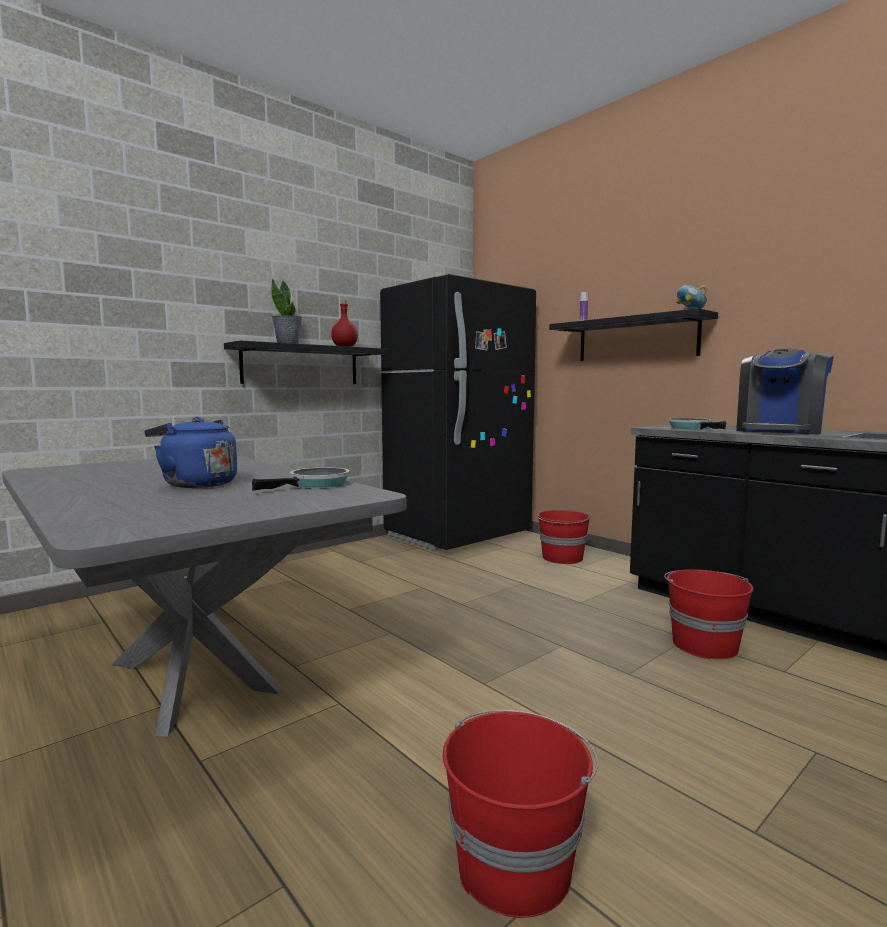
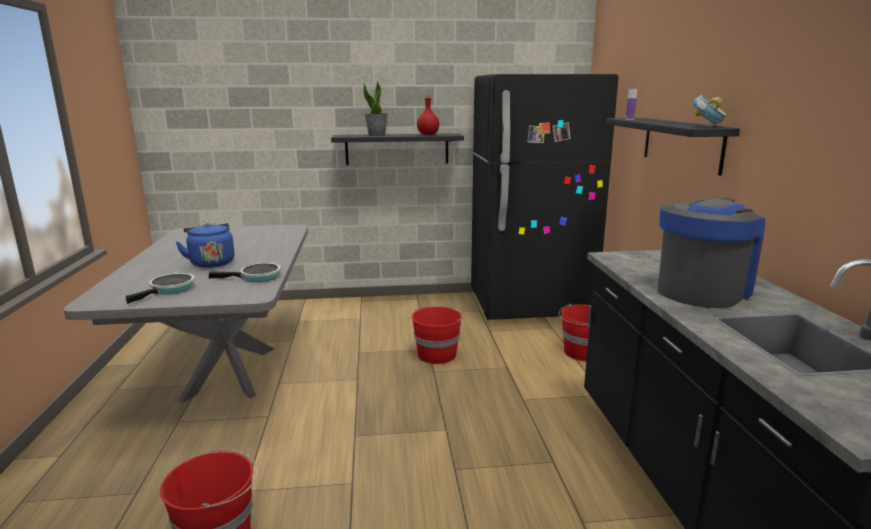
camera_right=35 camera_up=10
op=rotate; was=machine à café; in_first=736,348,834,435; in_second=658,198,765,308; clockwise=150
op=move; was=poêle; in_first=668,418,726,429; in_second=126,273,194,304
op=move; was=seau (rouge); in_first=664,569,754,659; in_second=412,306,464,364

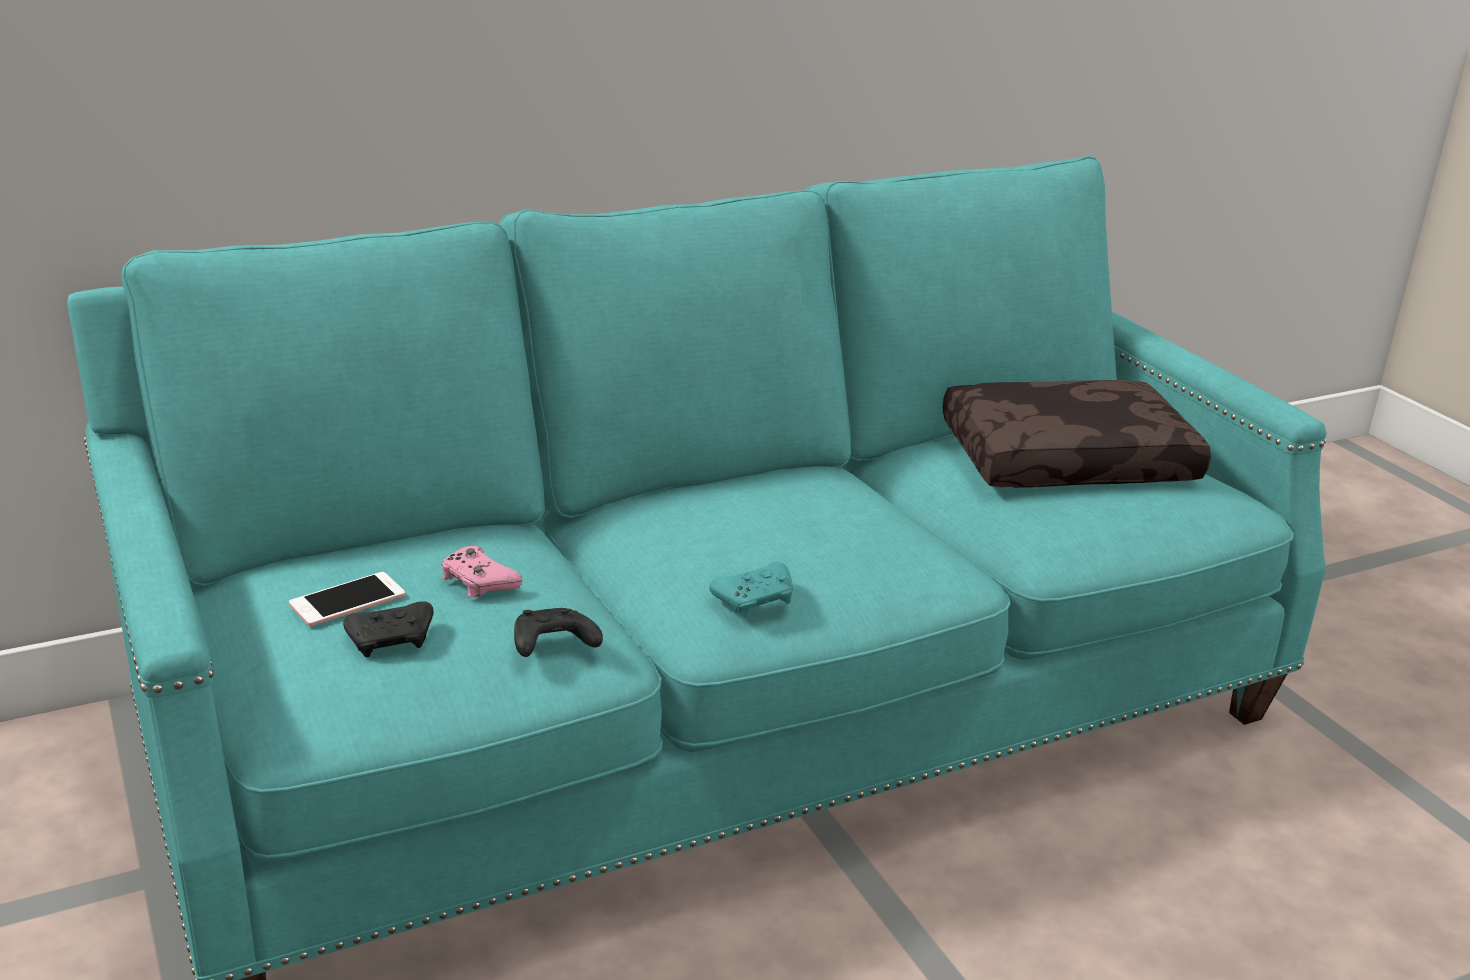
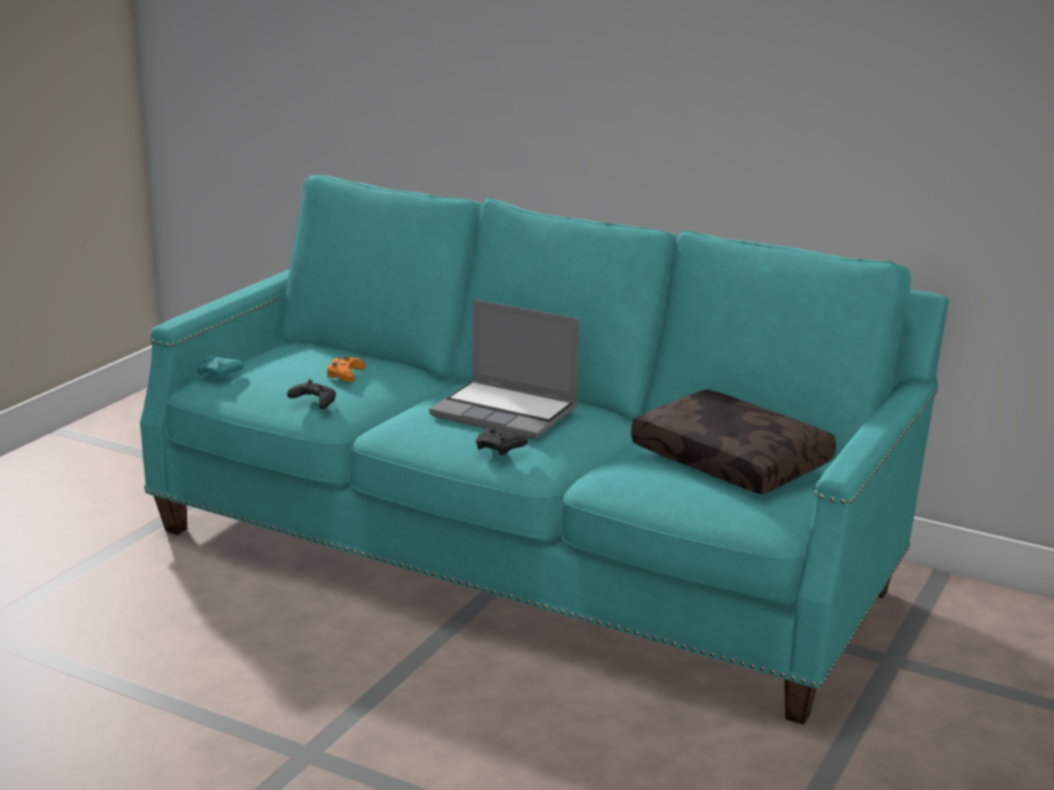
camera_right=55 camera_up=-5
op=recolor; was=manette (rose); now=manette (orange); in_first=441,546,522,597; in_second=327,356,366,382
op=move; was=manette (turquoise); in_first=709,561,793,617; in_second=197,355,244,379
op=delete; was=téléphone; in_first=289,572,405,626
op=move; was=manette (noir); in_first=343,601,433,658; in_second=476,428,528,455
op=insert; now=ordinateur portable; in_second=429,299,580,439

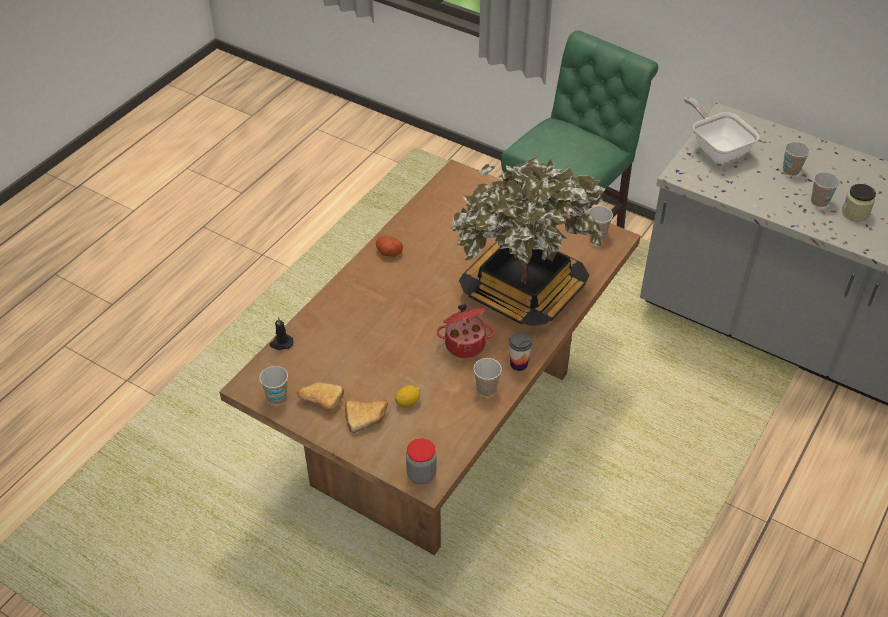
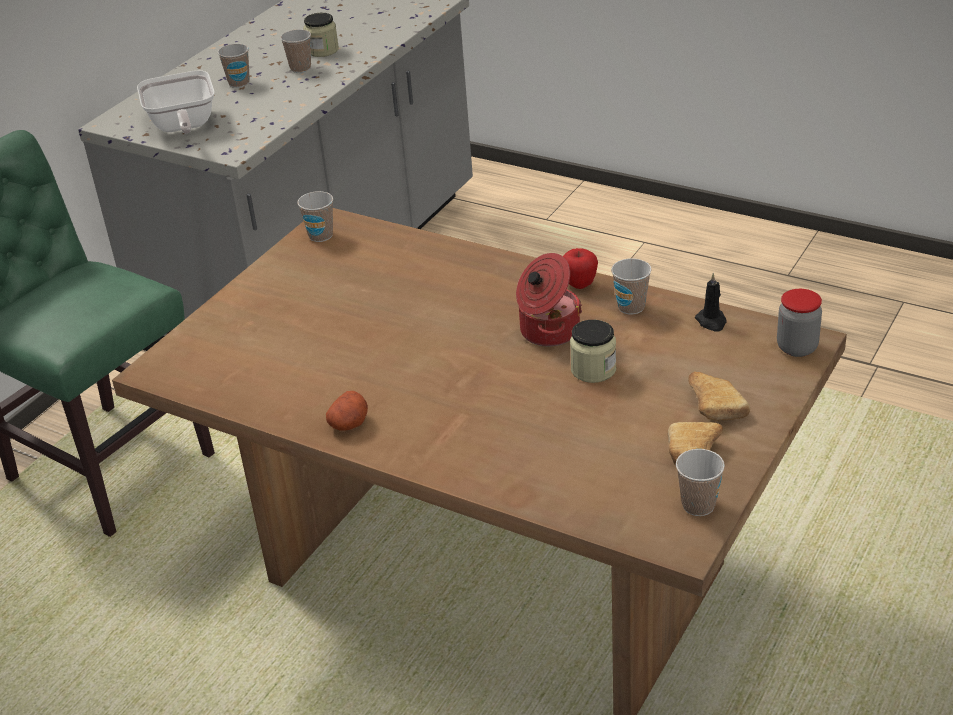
camera_right=-90 camera_up=-10
op=rotate; was=poêle; in_first=684,97,759,163; in_second=137,70,215,134; clockwise=-75
op=delete; was=plante en pot; in_first=452,157,606,326
op=move; was=bougie (noir); in_first=270,317,293,350; in_second=695,273,727,332
op=replace; was=tasse; now=pomme; in_first=509,332,533,371; in_second=563,248,598,289
op=delete; was=citron; in_first=395,385,420,407
op=insert; now=bocal; in_second=570,320,616,383

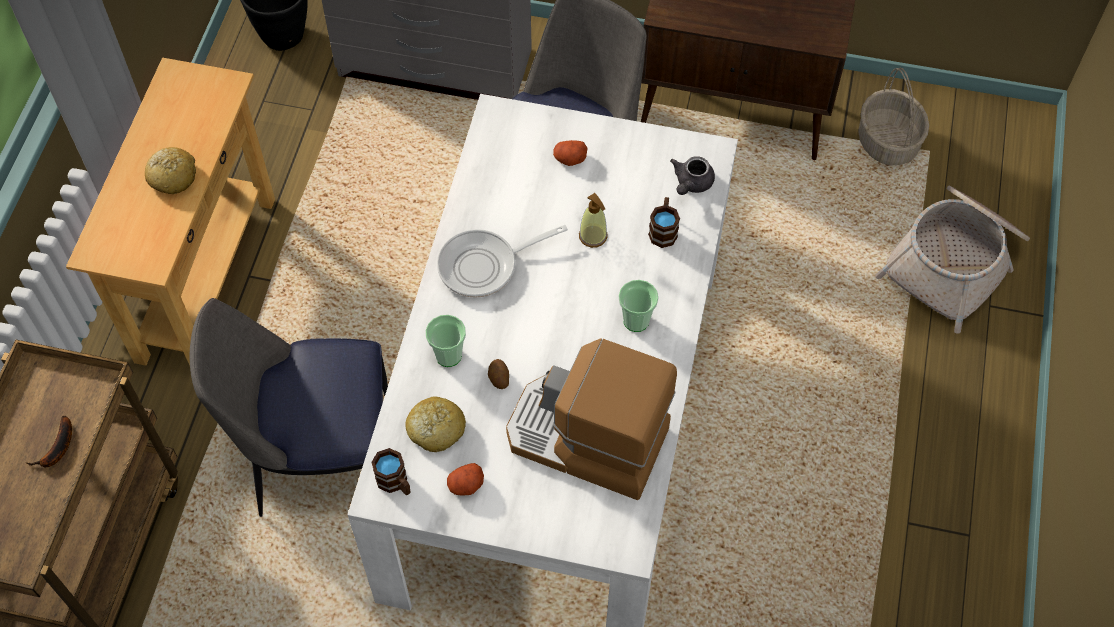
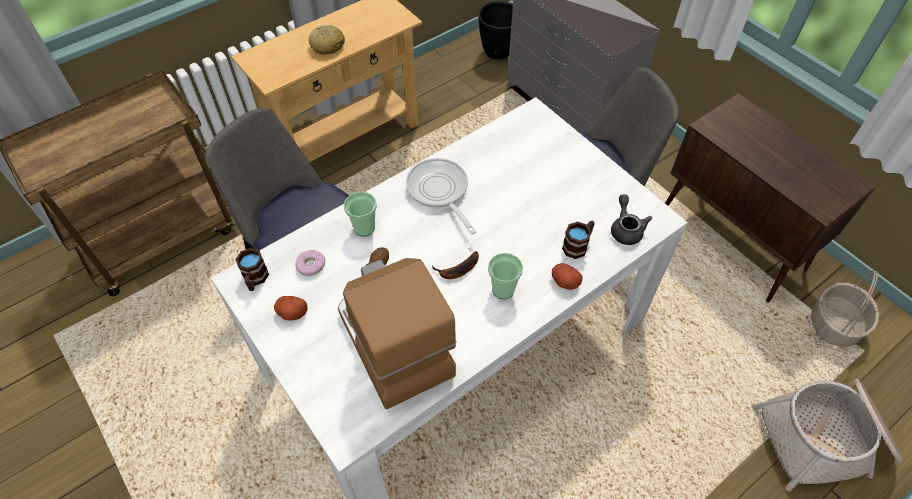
camera_right=40 camera_up=-5
op=move; was=pomme de terre; in_first=553,140,588,166; in_second=552,263,583,290
op=rotate; was=théière (gris); in_first=670,156,715,195; in_second=611,194,652,245; clockwise=105
op=delete; was=distributeur de savon; in_first=579,193,608,248
op=rotate; was=poêle; in_first=437,225,568,298; in_second=406,158,476,235; clockwise=45
op=replace; was=pain; now=beignet; in_first=405,396,466,452; in_second=295,250,325,276
op=move; was=banane; in_first=27,416,72,467; in_second=432,251,479,279

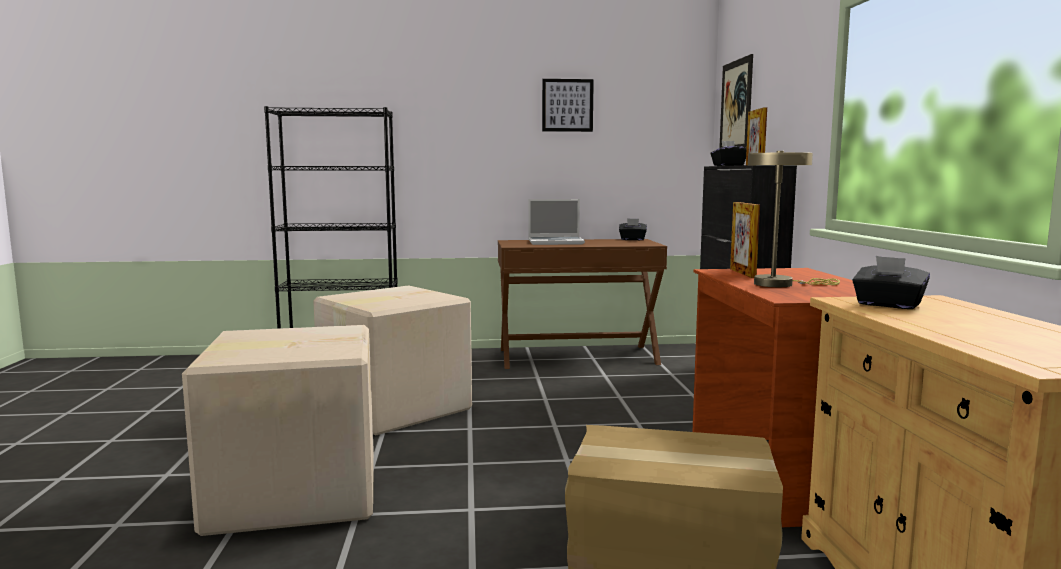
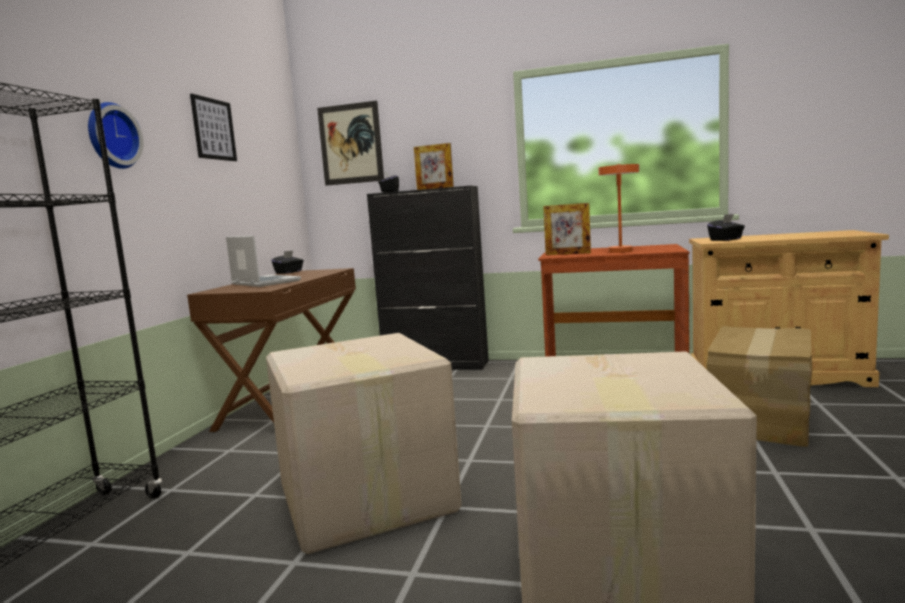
camera_right=-70 camera_up=0
op=recolor; was=lampe de table (beige); now=lampe de table (orange); in_first=748,151,840,287; in_second=598,164,639,253
op=rotate; was=ordinateur portable; in_first=528,199,585,245; in_second=226,236,301,287; clockwise=-60
op=insert; now=horloge murale; in_second=88,102,143,169

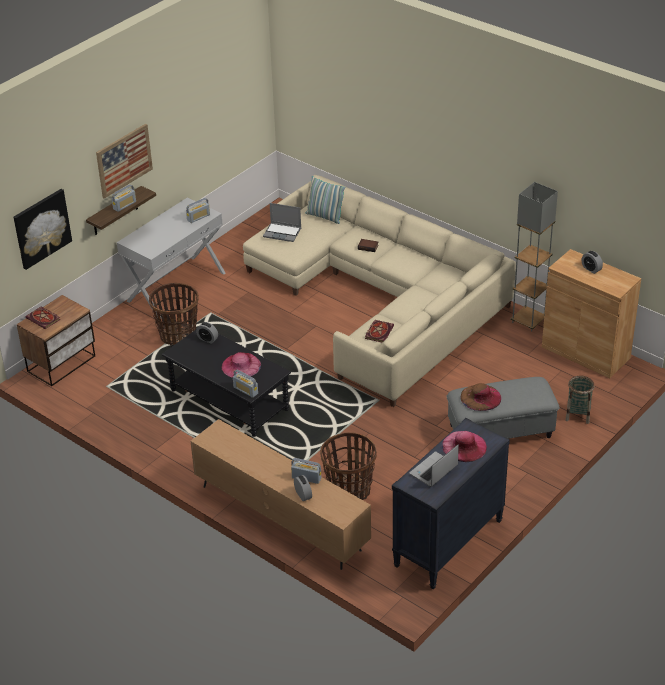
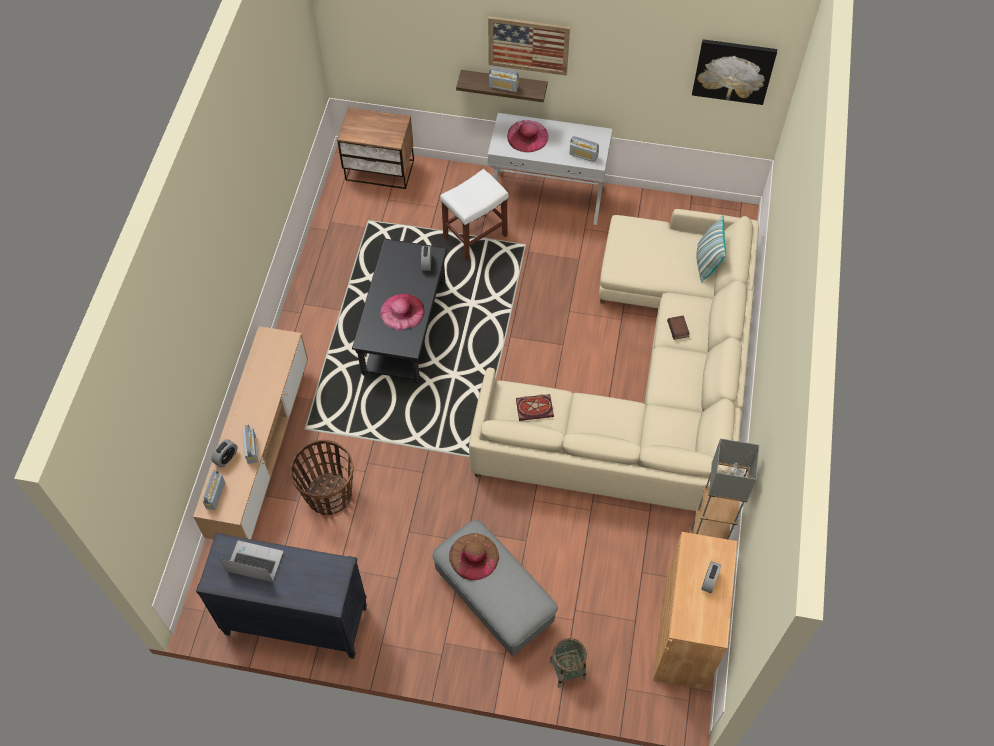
camera_right=60 camera_up=20
op=move; was=tableau; in_first=14,189,72,270; in_second=692,39,777,105
op=delete; was=ordinateur portable; in_first=263,203,301,242
op=replace; was=panier; now=tabouret (blanc); in_first=149,283,199,345; in_second=440,169,509,261
op=delete; was=livre; in_first=26,307,60,329
op=move; was=radio; in_first=233,369,258,398; in_second=202,470,225,510
op=move; was=chapeau (rose); in_first=442,431,487,462; in_second=507,120,549,152

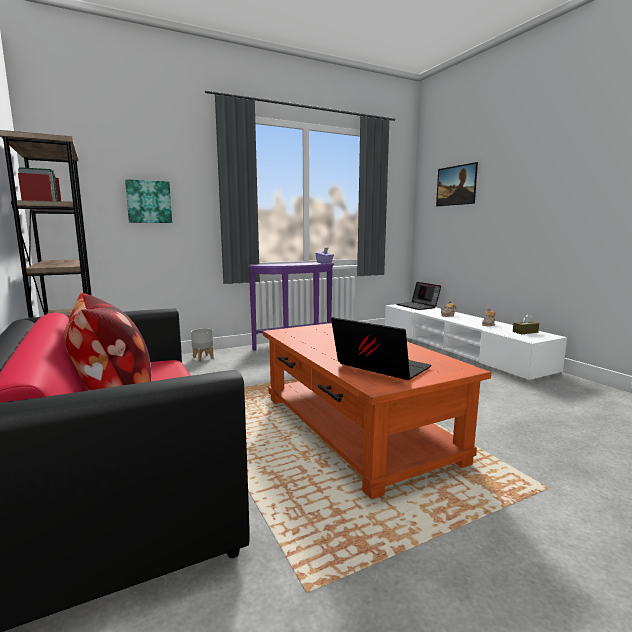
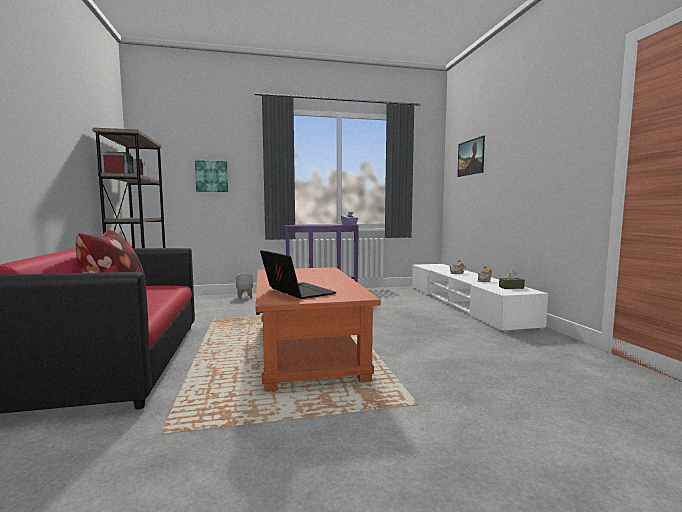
camera_right=15 camera_up=-5
op=delete; was=ordinateur portable; in_first=396,282,441,310

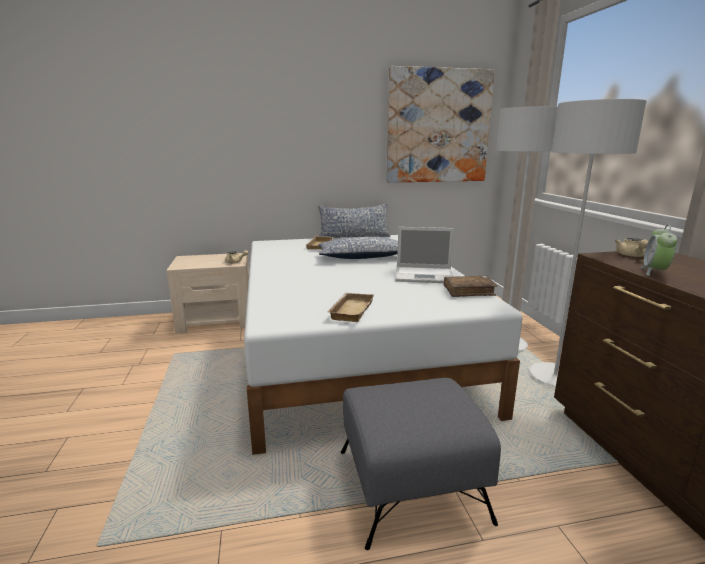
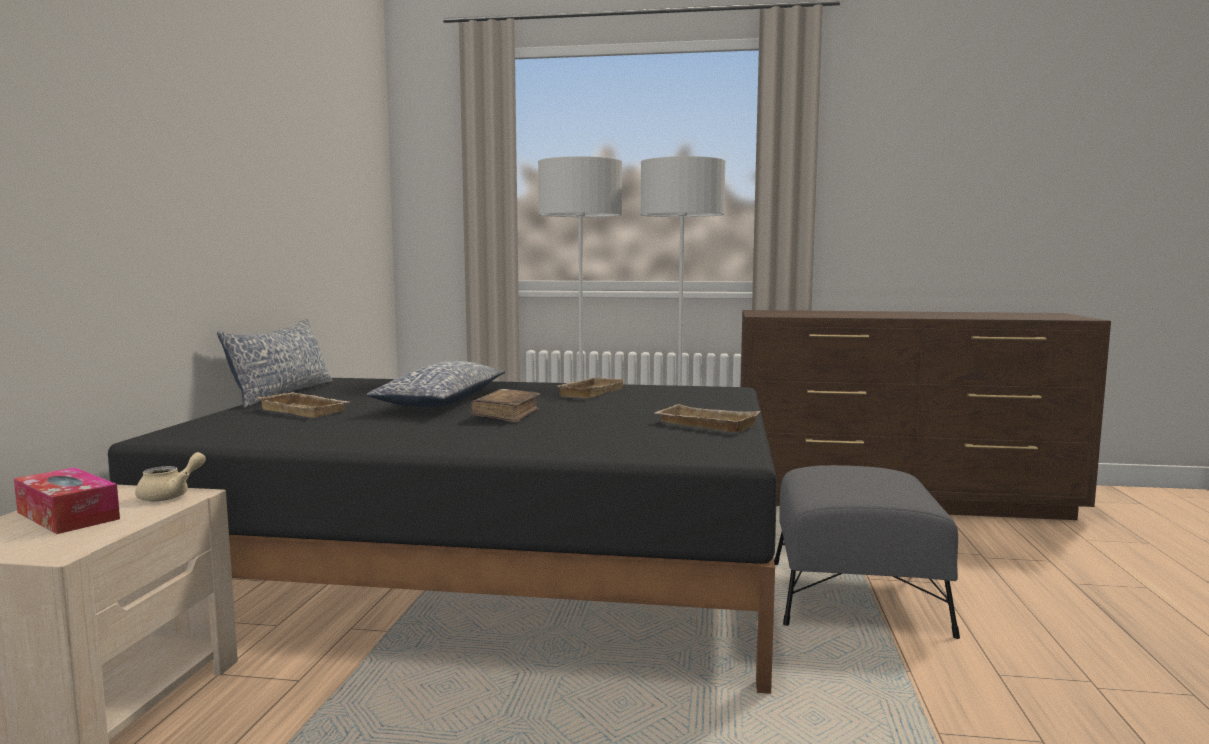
camera_right=-70 camera_up=-10
op=delete; was=tableau; in_first=386,66,495,183
op=delete; was=réveil; in_first=641,225,677,276
op=replace; was=ordinateur portable; now=plateau (beige); in_first=396,227,454,283; in_second=558,378,625,398
op=recolor; was=lit (blanc); now=lit (noir); in_first=244,235,523,455; in_second=108,378,777,694
op=delete; was=théière (beige); in_first=615,238,649,257
op=move; was=livre (marron); in_first=444,276,498,297; in_second=470,389,540,423
op=insert; now=boîte à mouchoirs; in_second=14,467,120,534

